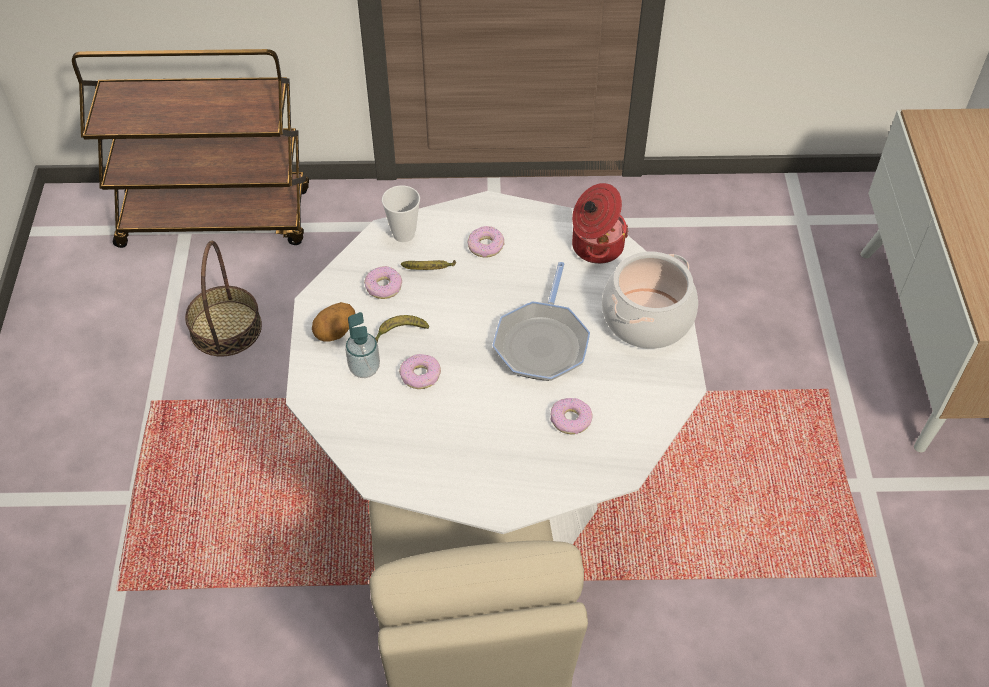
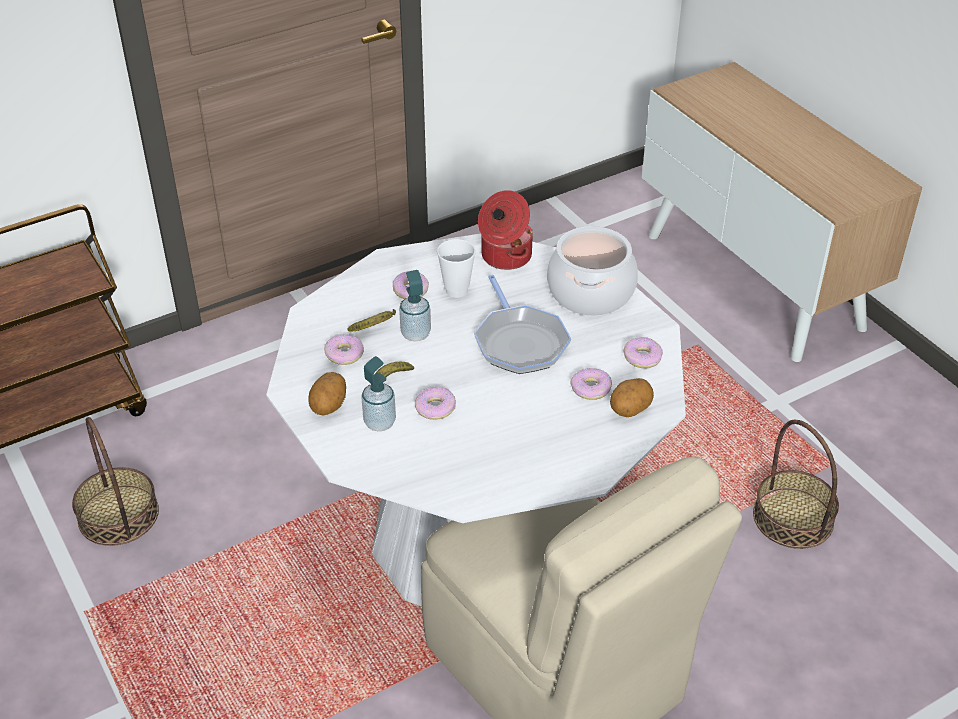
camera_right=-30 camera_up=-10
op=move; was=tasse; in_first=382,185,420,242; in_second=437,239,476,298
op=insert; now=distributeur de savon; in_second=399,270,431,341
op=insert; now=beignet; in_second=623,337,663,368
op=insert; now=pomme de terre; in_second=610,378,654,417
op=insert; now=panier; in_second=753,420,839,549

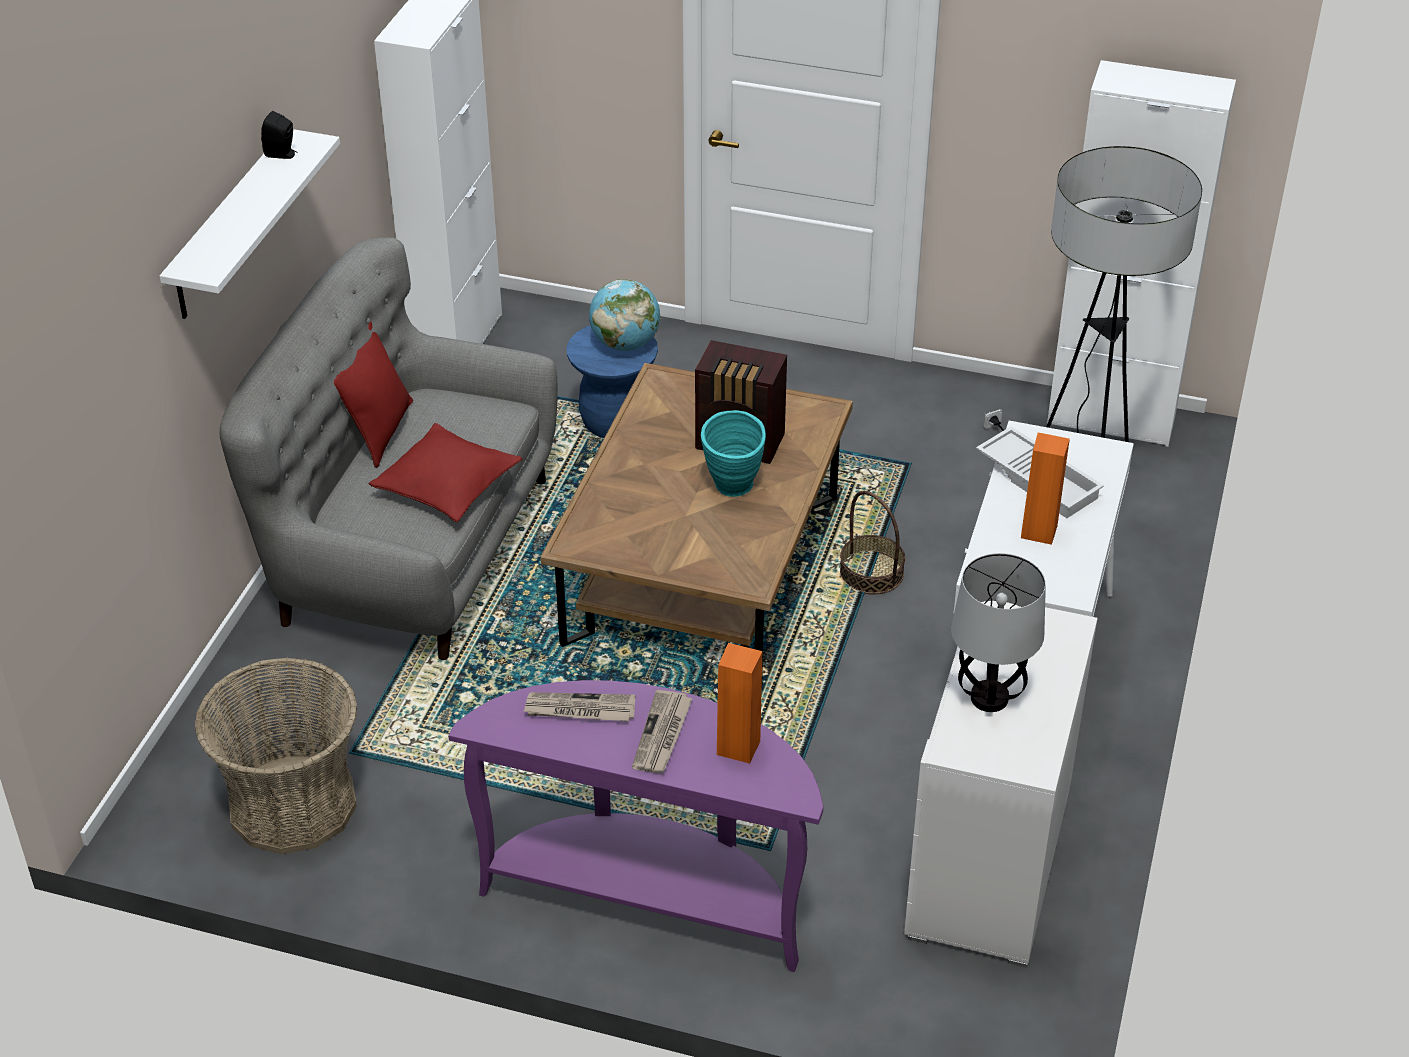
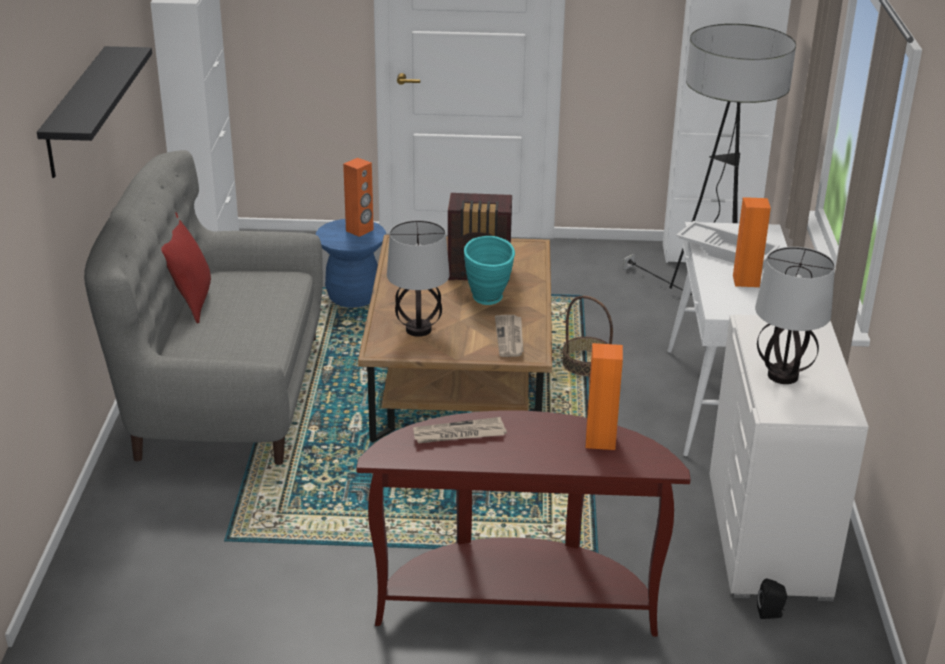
camera_right=-15 camera_up=-10
op=move; was=enceinte (noir); in_first=261,111,298,159; in_second=757,578,787,619
op=recolor; was=étagère (blanc); now=étagère (noir); in_first=160,129,340,319; in_second=37,46,152,178
op=replace; was=globe; now=enceinte (orange); in_first=589,279,661,351; in_second=343,158,374,237
op=delete; was=coussin (rouge); in_first=368,423,522,522
op=delete; was=panier; in_first=194,657,358,854
op=recolor; was=table console (violet); now=table console (marron); in_first=448,680,823,972; in_second=356,410,691,637
op=move; was=journal; in_first=632,690,692,773; in_second=495,315,524,357
op=insert; now=lampe de table; in_second=387,220,450,337

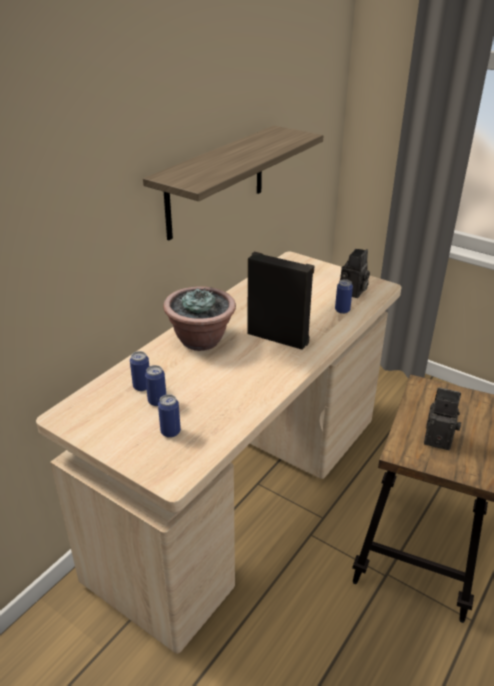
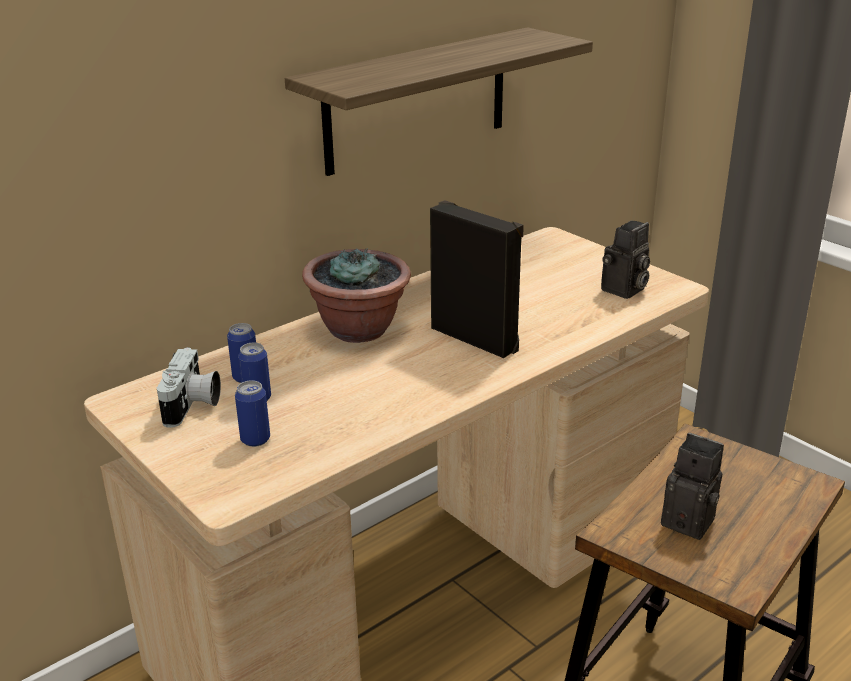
camera_right=15 camera_up=-5
op=delete; was=boîte métallique; in_first=335,279,353,314
op=insert; now=appareil photo; in_second=157,347,221,428

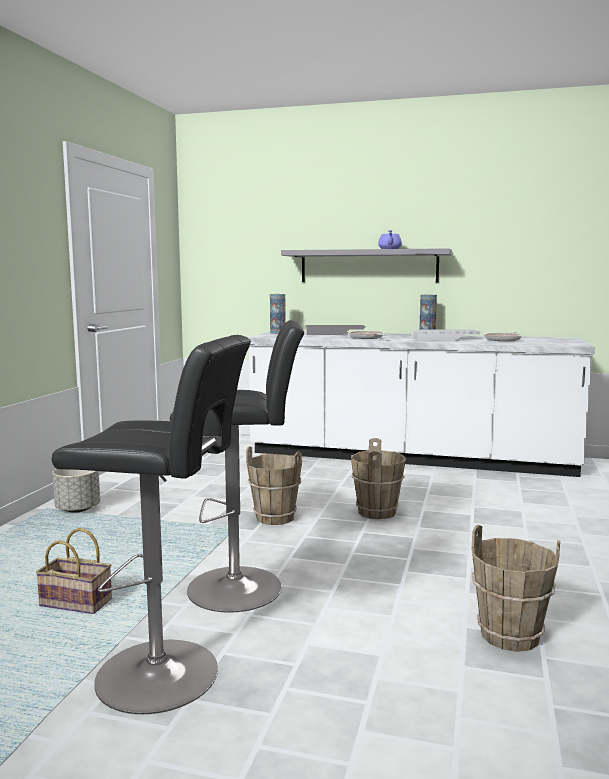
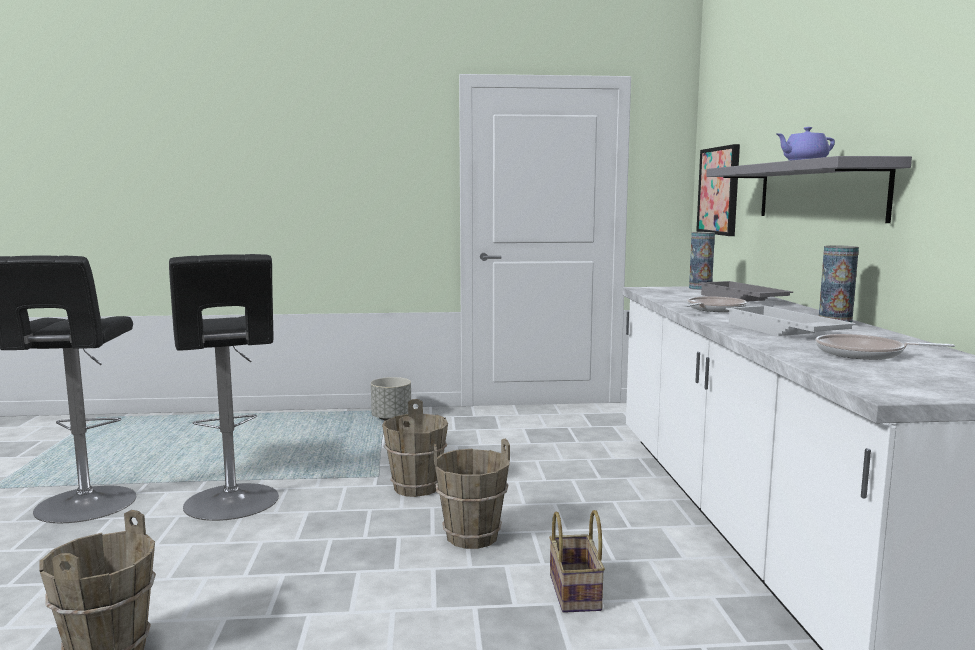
camera_right=70 camera_up=0
op=move; was=panier; in_first=36,528,112,614; in_second=549,510,605,613
op=insert; now=tableau; in_second=696,144,740,236

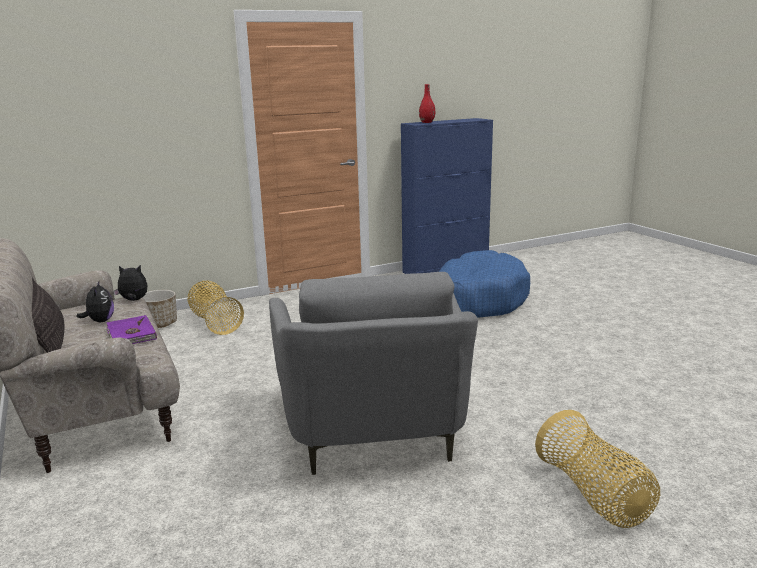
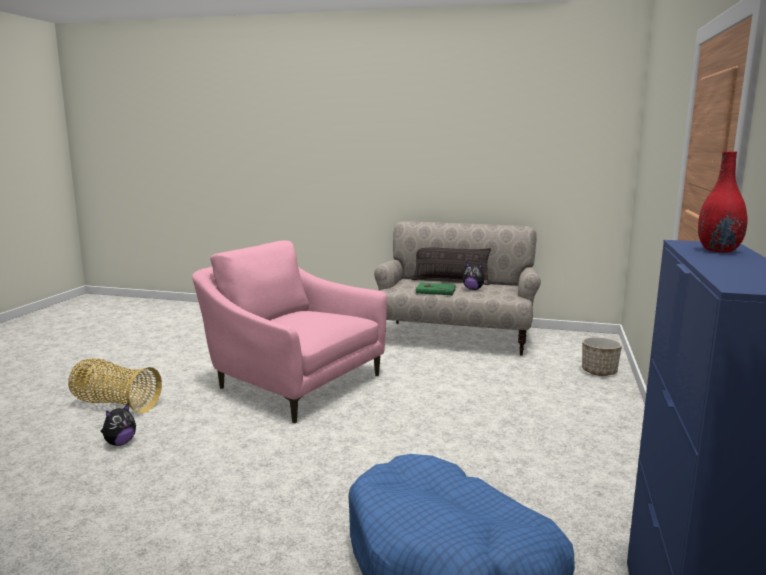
camera_right=130 camera_up=-5
op=move; was=peluche; in_first=113,265,147,301; in_second=101,403,136,446
op=recolor; was=fauteuil (gris); now=fauteuil (rose); in_first=269,272,478,475; in_second=192,240,387,423
op=delete; was=panier; in_first=188,281,244,335
op=recolor; was=livre (violet); now=livre (vert); in_first=106,315,157,344; in_second=415,283,456,295

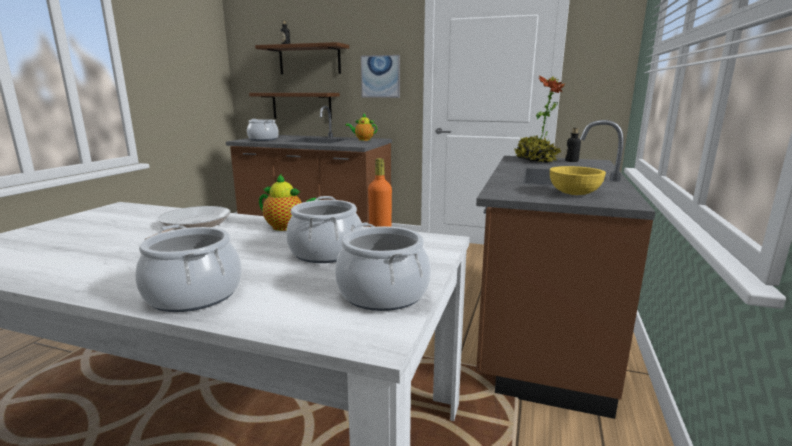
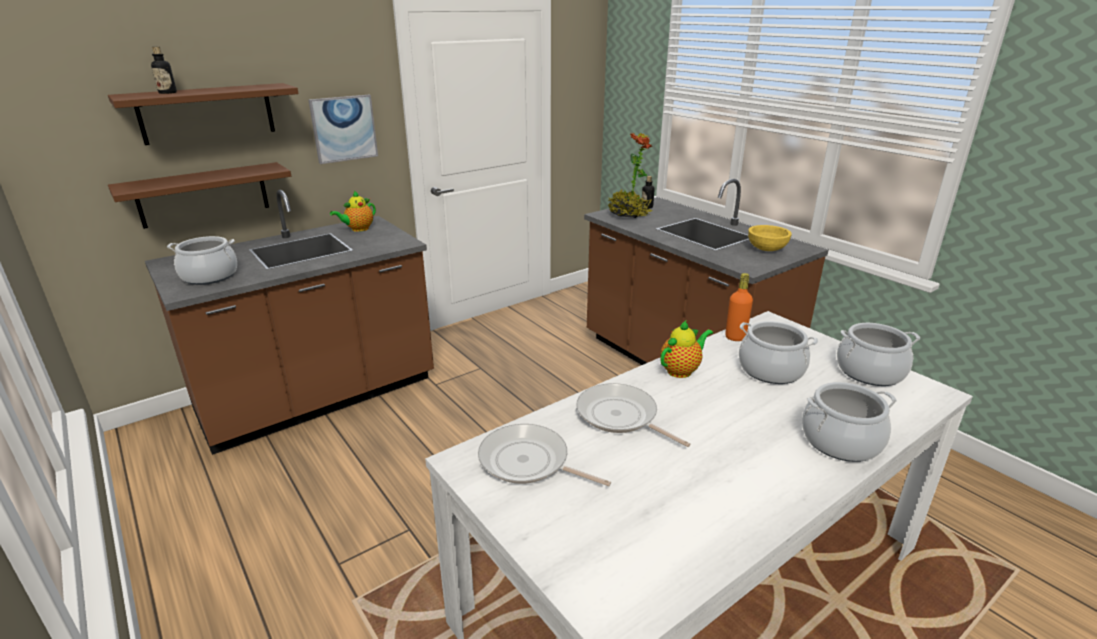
camera_right=-55 camera_up=10
op=insert; now=poêle; in_second=478,424,611,486

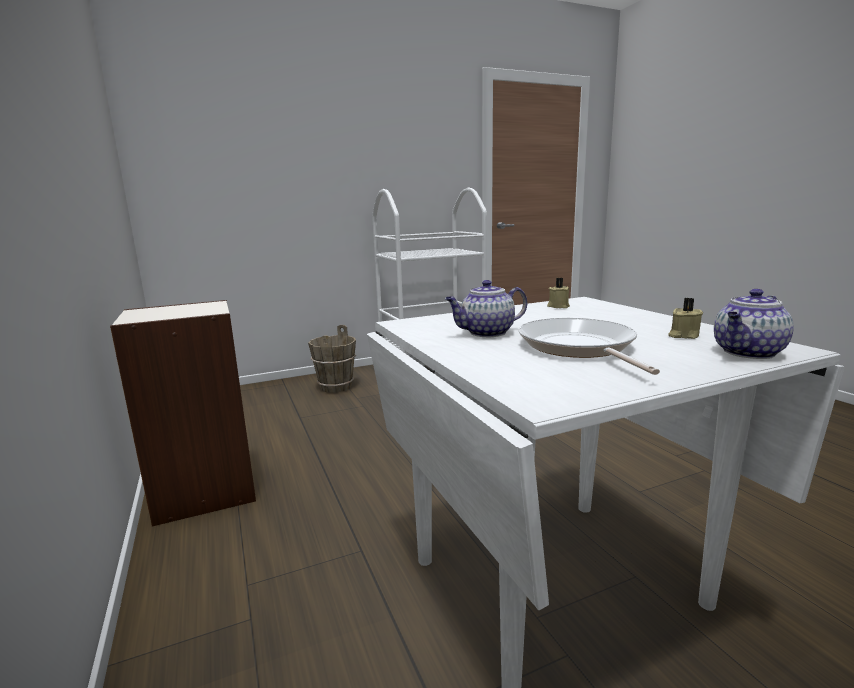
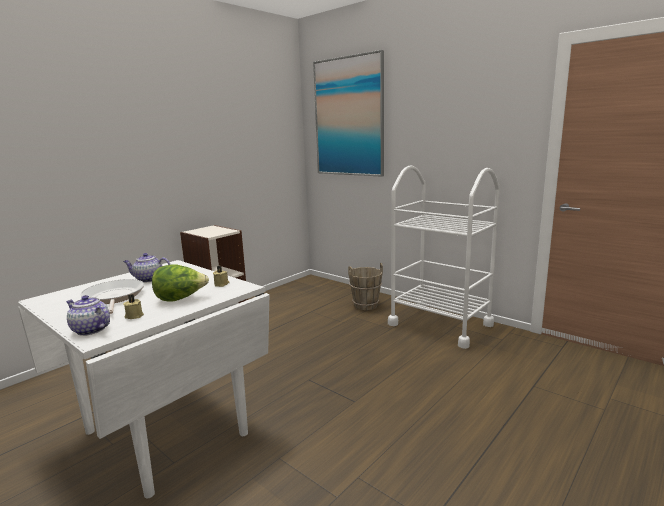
camera_right=65 camera_up=0
op=rotate; was=théière; in_first=445,280,527,337; in_second=123,253,170,283; clockwise=-45
op=rotate; was=poêle; in_first=518,318,660,375; in_second=81,279,144,314; clockwise=-75
op=insert; now=tableau; in_second=313,50,384,177
op=insert; now=laitue; in_second=152,264,209,302

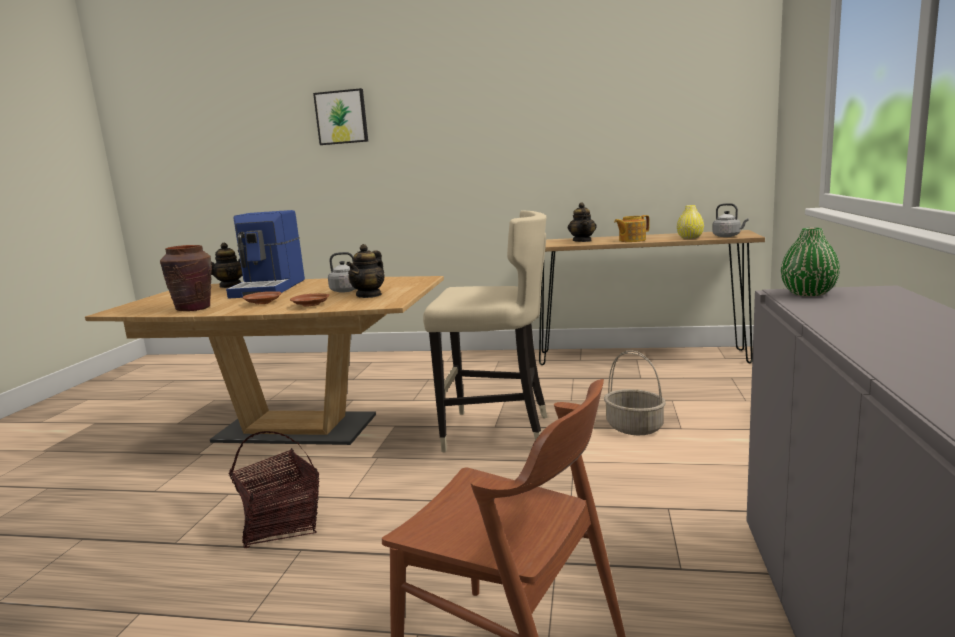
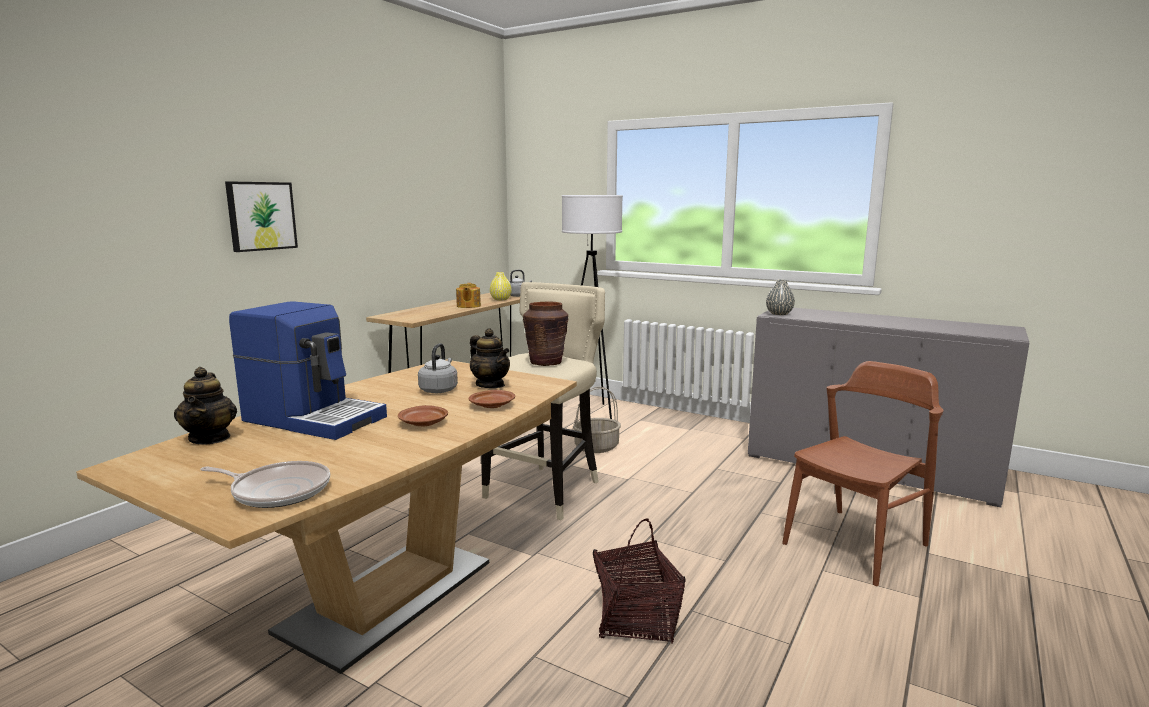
camera_right=-70 camera_up=0
op=move; was=tableau; in_first=313,88,368,145; in_second=225,181,298,252
op=delete; was=théière; in_first=568,202,597,242
op=recolor; was=vase (vert); now=vase (gris); in_first=781,228,840,296; in_second=766,279,795,315
op=move; was=vase (marron); in_first=160,245,212,311; in_second=523,302,568,366
op=insert; now=lampadaire (blanc); in_second=562,195,623,419
op=insert; now=poêle; in_second=200,461,330,508

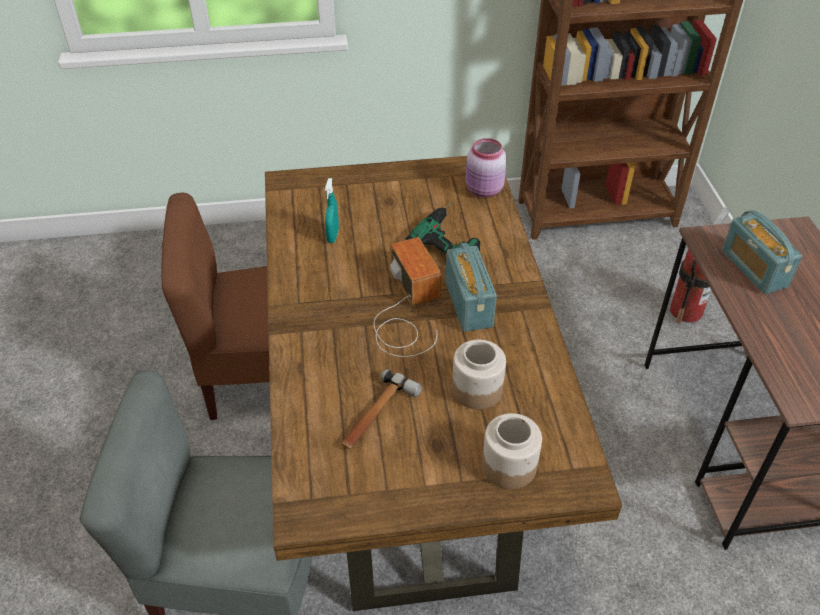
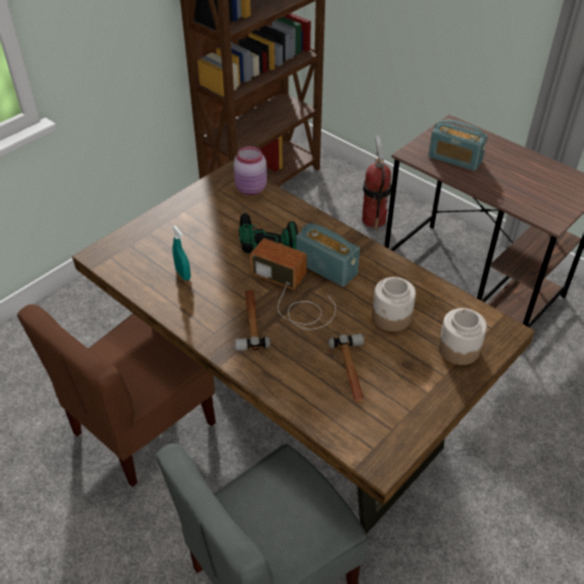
camera_right=-40 camera_up=0
op=insert; now=marteau; in_second=235,289,271,351

